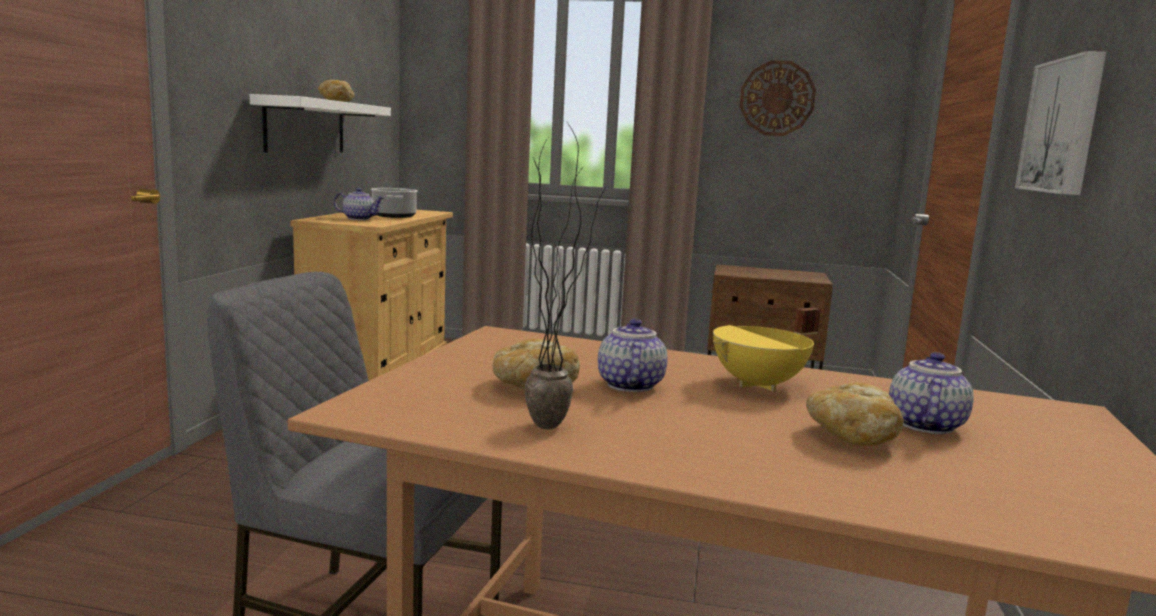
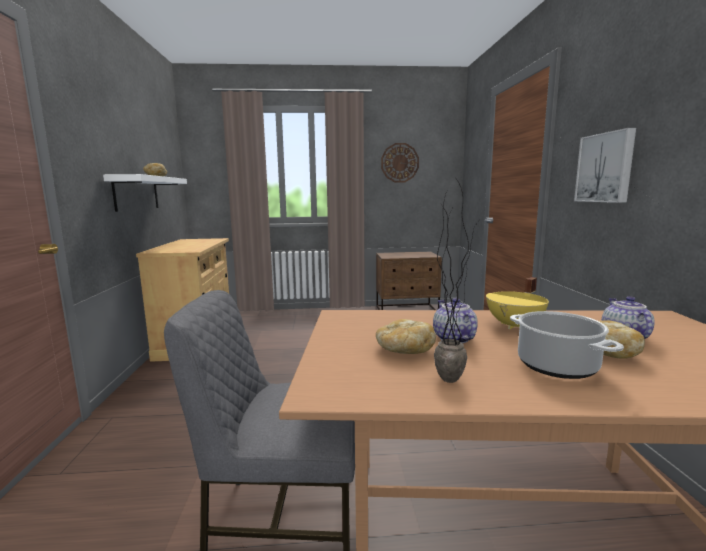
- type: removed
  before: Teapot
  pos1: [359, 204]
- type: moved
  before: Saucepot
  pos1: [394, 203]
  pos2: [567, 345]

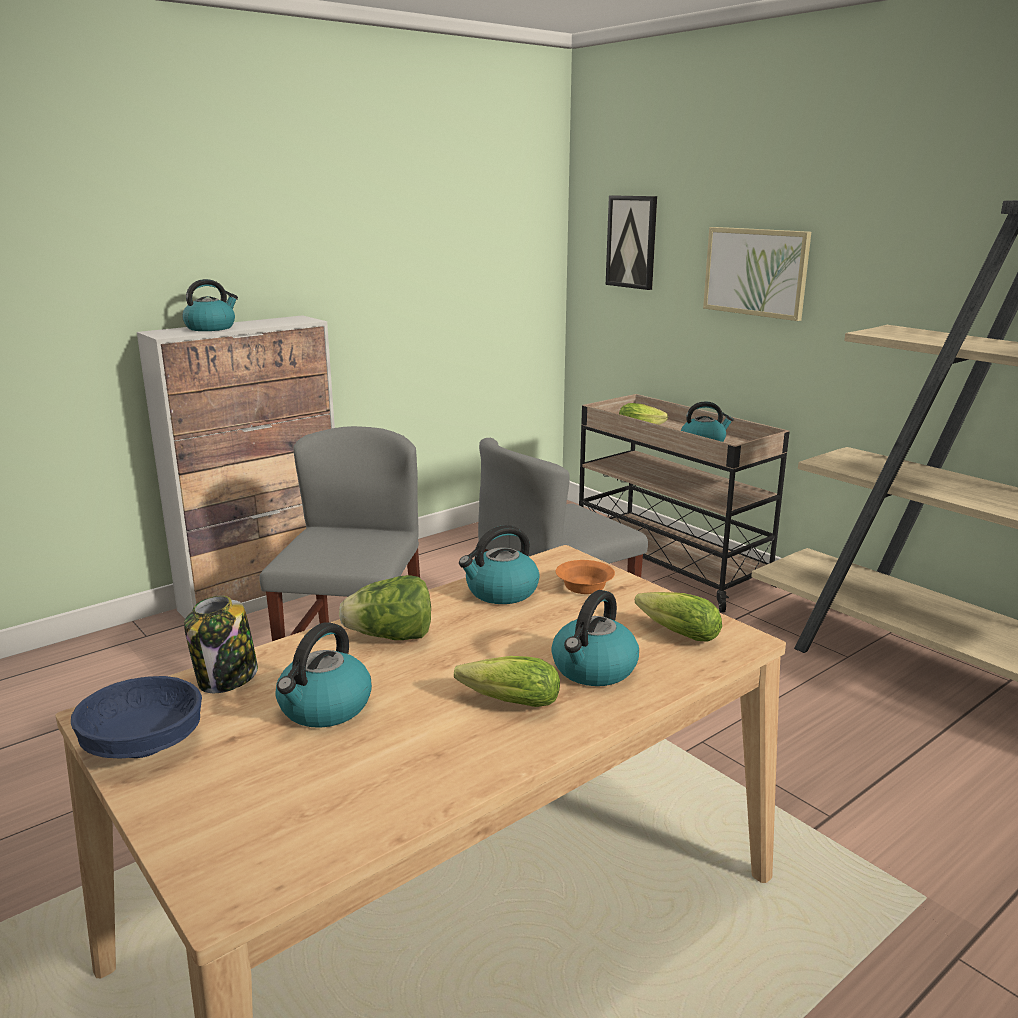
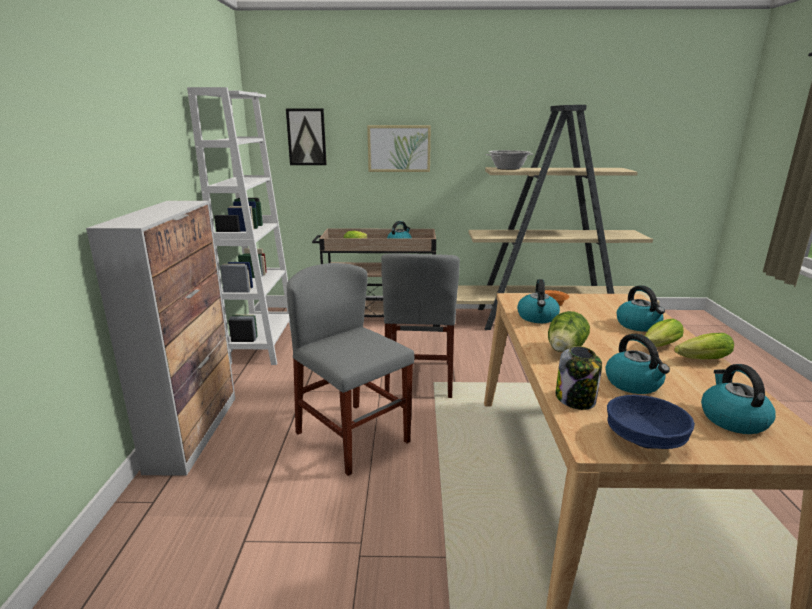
- type: moved
  before: WaterKettle
  pos1: [210, 305]
  pos2: [738, 399]
- type: moved
  before: HeadOfLettuce
  pos1: [678, 617]
  pos2: [704, 346]
- type: added
  after: WhiteColouredBookshelf
  pos2: [239, 226]
- type: added
  after: Saucepot
  pos2: [509, 160]

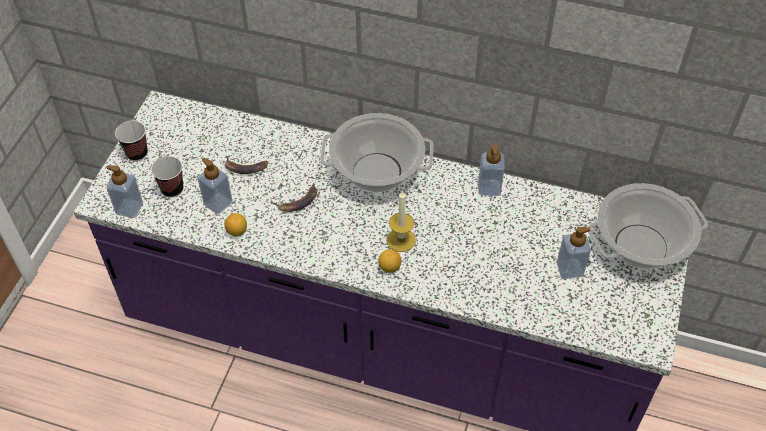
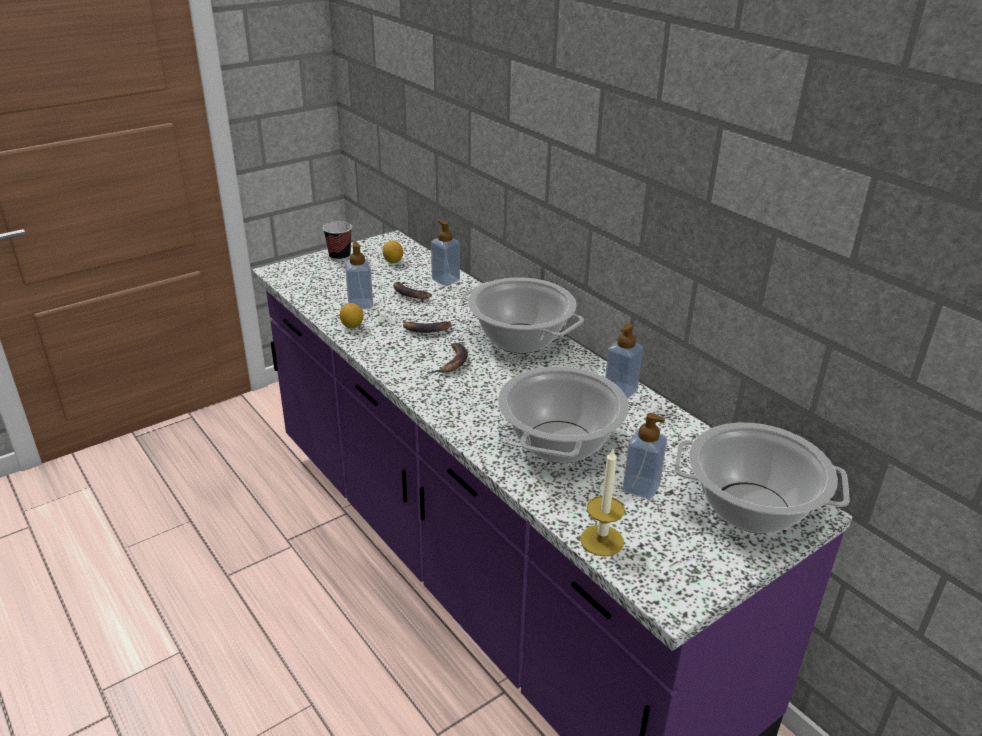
- type: moved
  before: SoapBottle
  pos1: [125, 191]
  pos2: [445, 253]
- type: removed
  before: DrinkingCup
  pos1: [167, 177]
- type: moved
  before: WholeLemon
  pos1: [390, 261]
  pos2: [393, 252]
- type: moved
  before: WaxCandle
  pos1: [401, 221]
  pos2: [603, 503]
- type: added
  after: WholeBanana
  pos2: [448, 358]
- type: added
  after: Saucepot
  pos2: [563, 414]

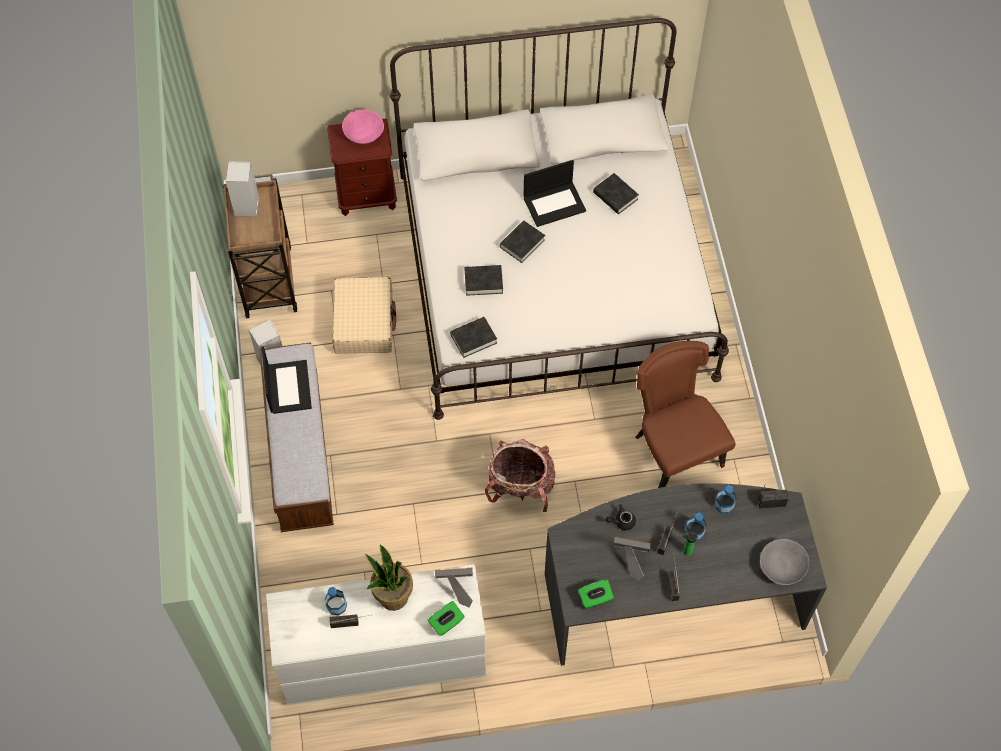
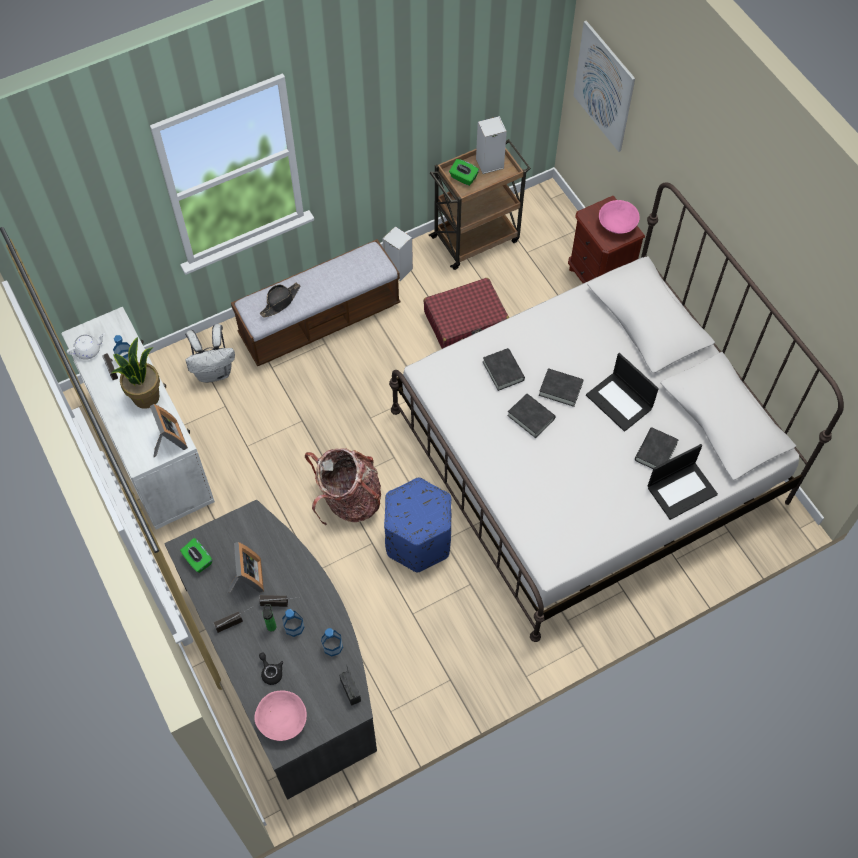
- type: moved
  before: PortableComputer
  pos1: [287, 380]
  pos2: [683, 482]
- type: recoloured
  before: SandColouredTravelCase
  after: RedColouredTravelCase
  pos1: [364, 315]
  pos2: [466, 313]
- type: moved
  before: GreenBoxOfTissues
  pos1: [446, 618]
  pos2: [464, 172]
- type: moved
  before: BlackishBoundBook
  pos1: [473, 337]
  pos2: [531, 416]
- type: moved
  before: BlackishTeapot
  pos1: [621, 517]
  pos2: [271, 668]
- type: removed
  before: BrownColouredPlainChair
  pos1: [685, 414]
- type: recoloured
  before: GreyishBowl
  after: PinkColouredBowl
  pos1: [784, 562]
  pos2: [280, 716]
- type: added
  after: WhiteColouredTeapot
  pos2: [85, 346]
- type: added
  after: WhiteColouredKnapsack
  pos2: [210, 353]
- type: added
  after: BlackishHat
  pos2: [280, 300]
- type: added
  after: BluishPouffe
  pos2: [417, 525]
- type: added
  after: Picture
  pos2: [604, 86]

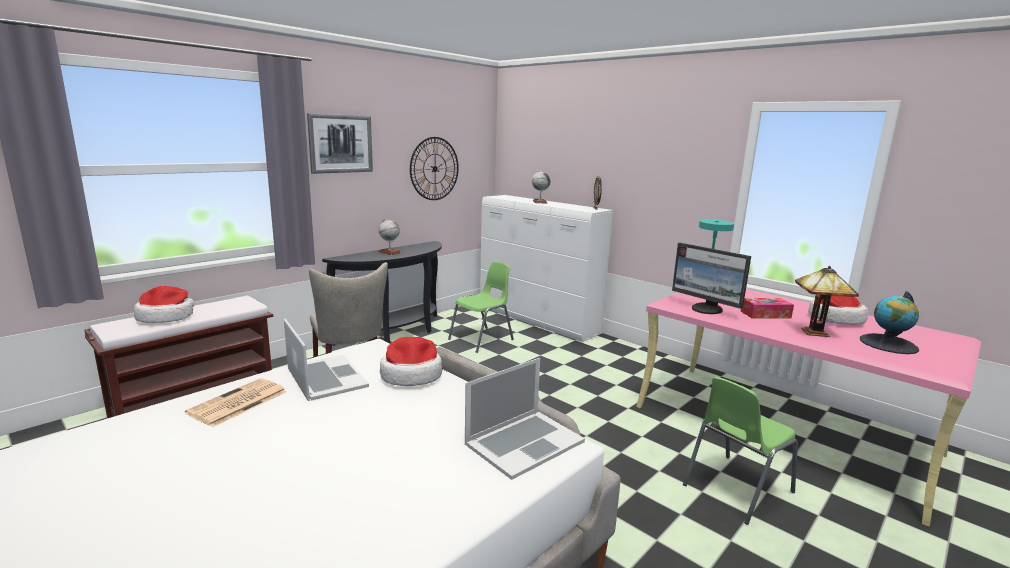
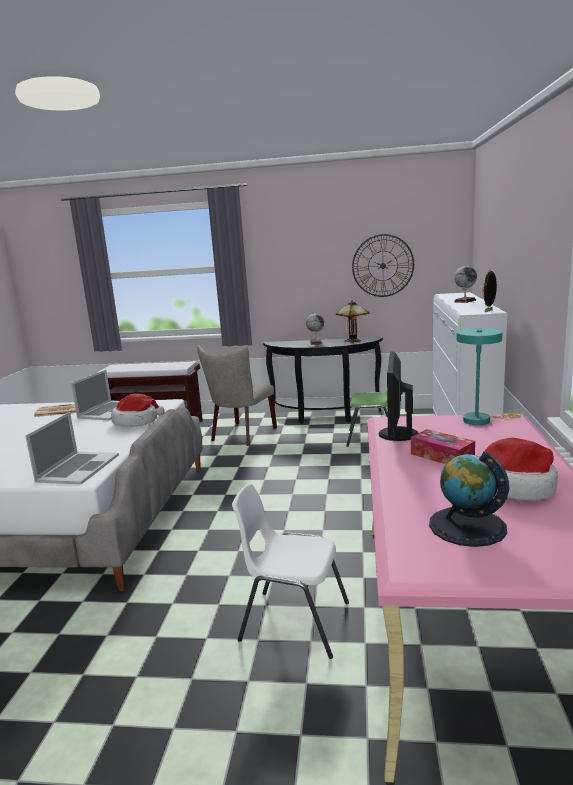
- type: removed
  before: Hat
  pos1: [164, 304]
- type: removed
  before: Picture
  pos1: [340, 143]
- type: turned
  before: PortableComputer
  pos1: [525, 419]
  pos2: [72, 448]
  turn: -90
- type: recoloured
  before: GreenPlainChair
  after: WhiteColouredPlainChair
  pos1: [740, 451]
  pos2: [290, 571]
- type: moved
  before: TabletopLamp
  pos1: [827, 301]
  pos2: [353, 321]

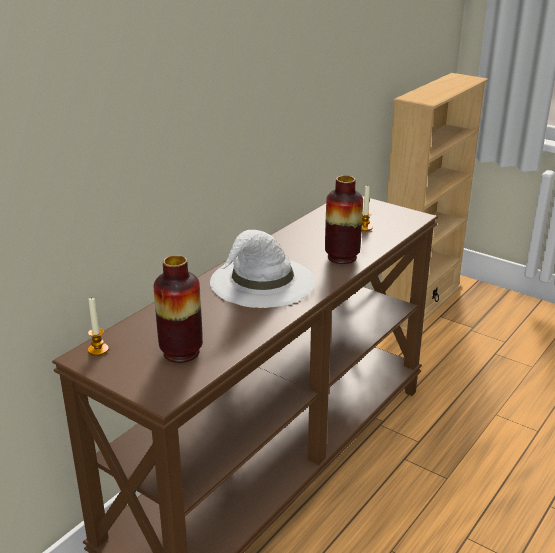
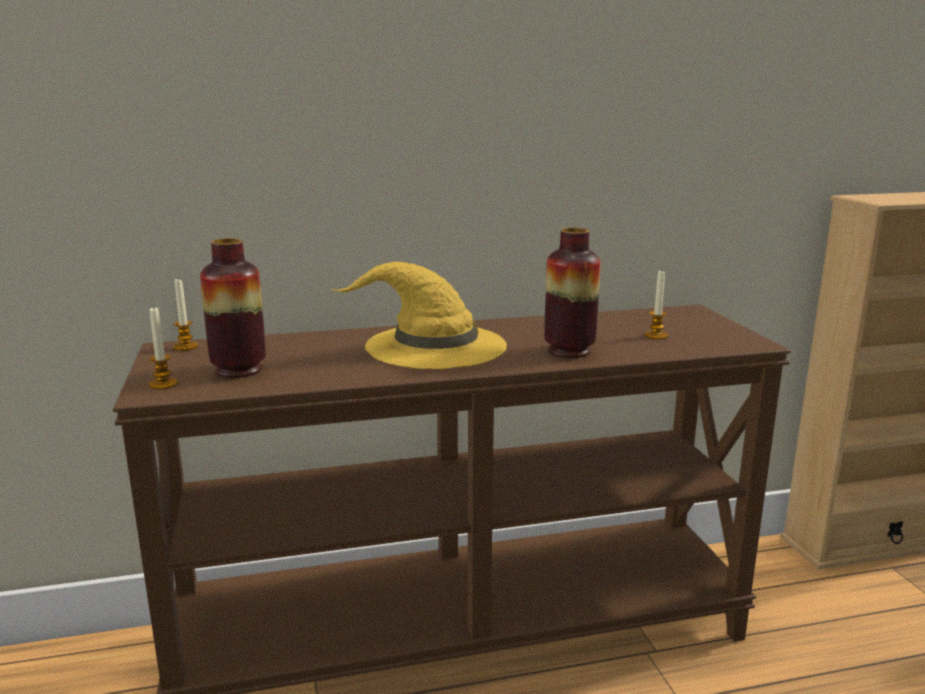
- type: recoloured
  before: WhiteColouredHat
  after: YellowishHat
  pos1: [262, 269]
  pos2: [419, 315]
- type: added
  after: WaxCandle
  pos2: [163, 348]

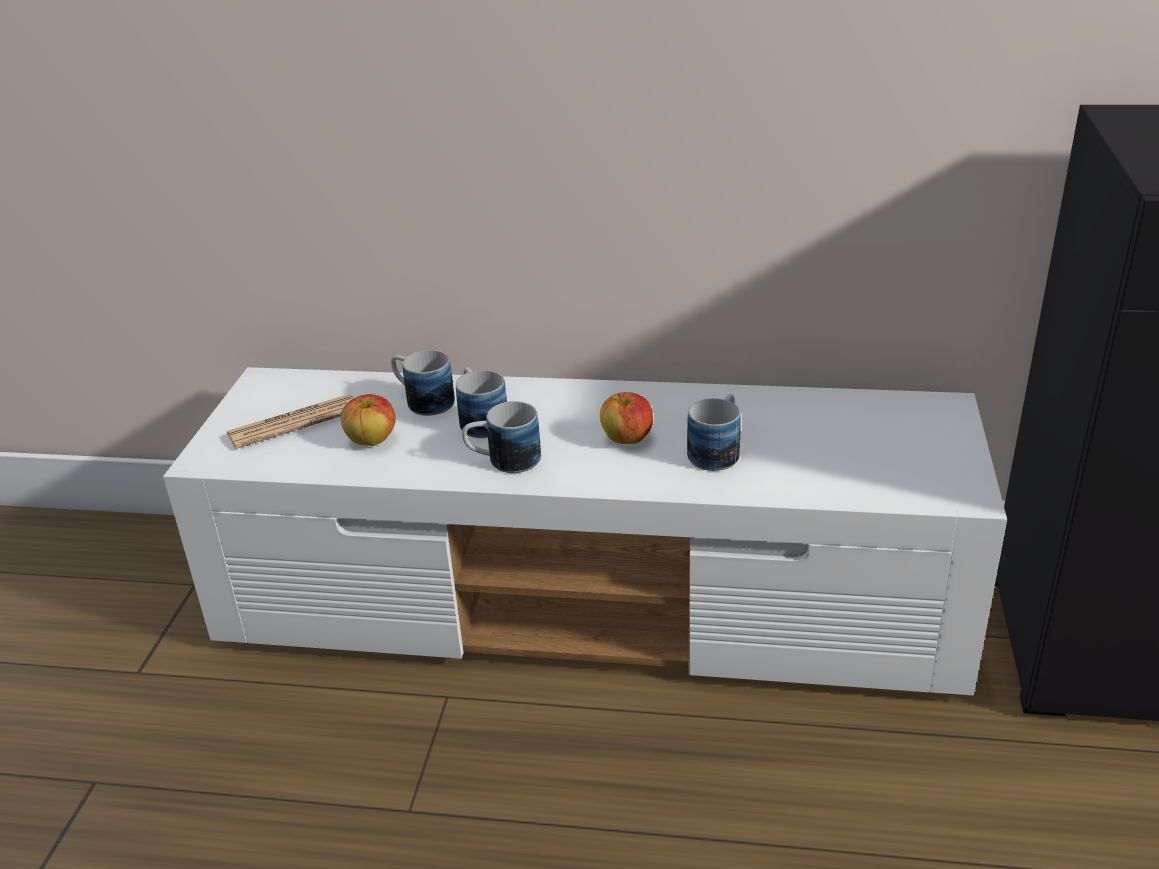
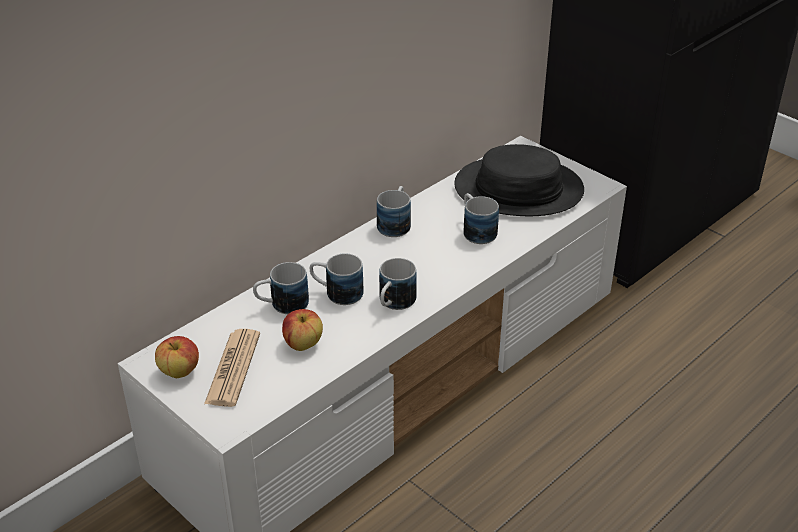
- type: moved
  before: AppleFruit
  pos1: [626, 418]
  pos2: [177, 357]
- type: added
  after: CoffeeMug
  pos2: [394, 211]
- type: added
  after: BlackishHat
  pos2: [519, 180]

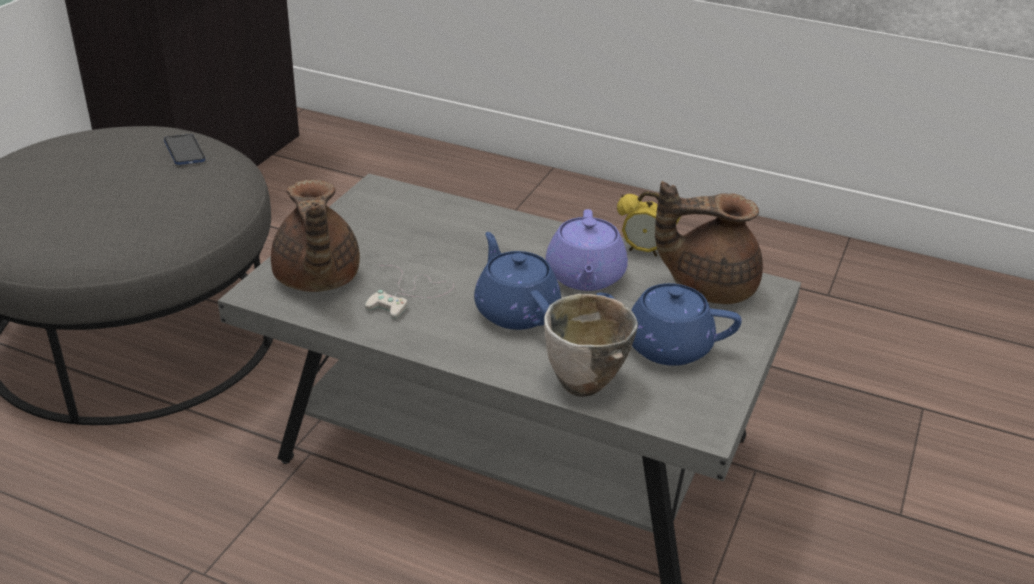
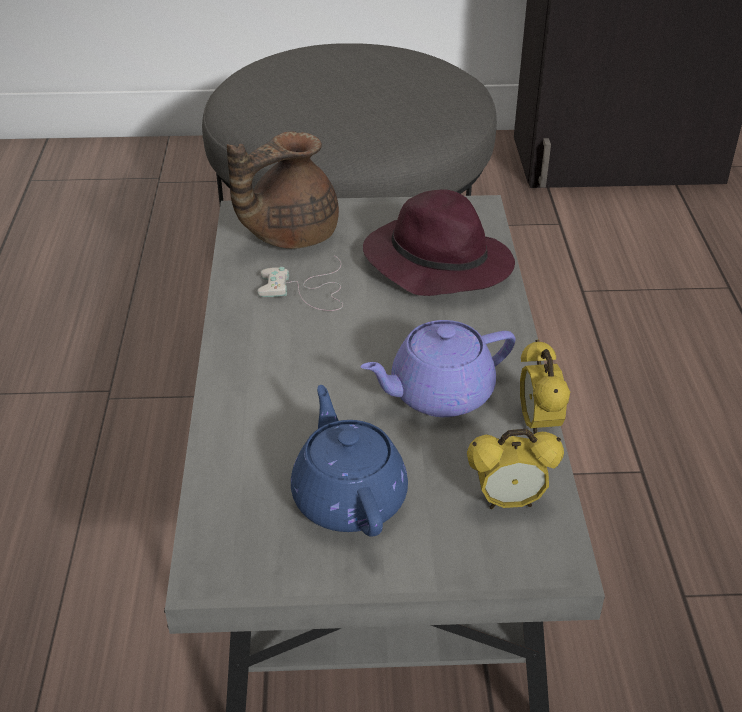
- type: removed
  before: Handset
  pos1: [184, 149]
- type: removed
  before: BluishTeapot
  pos1: [517, 281]
- type: removed
  before: Bowl
  pos1: [591, 345]
- type: replaced
  before: BrownColouredTeapot
  after: AlarmClock
  pos1: [709, 242]
  pos2: [515, 469]
- type: added
  after: PurplishHat
  pos2: [439, 242]

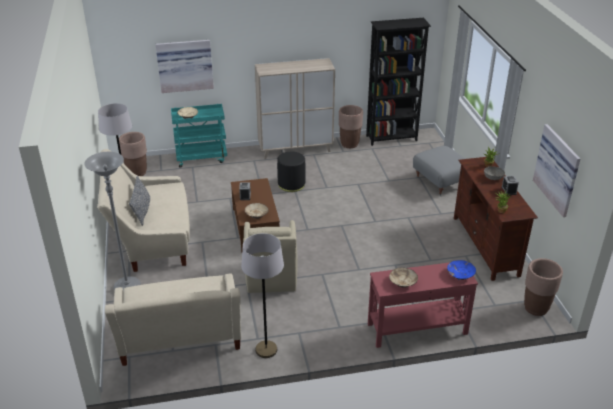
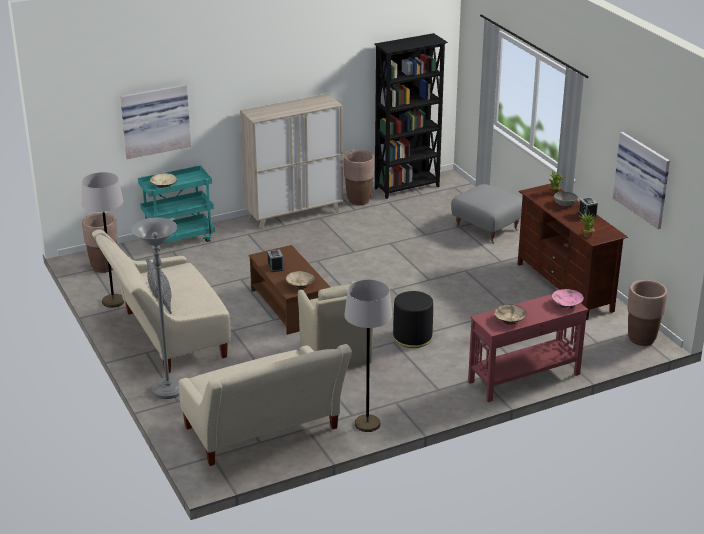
- type: moved
  before: BlackishPouffe
  pos1: [291, 172]
  pos2: [413, 319]
- type: recoloured
  before: BluishBowl
  after: PinkColouredBowl
  pos1: [461, 270]
  pos2: [568, 299]

